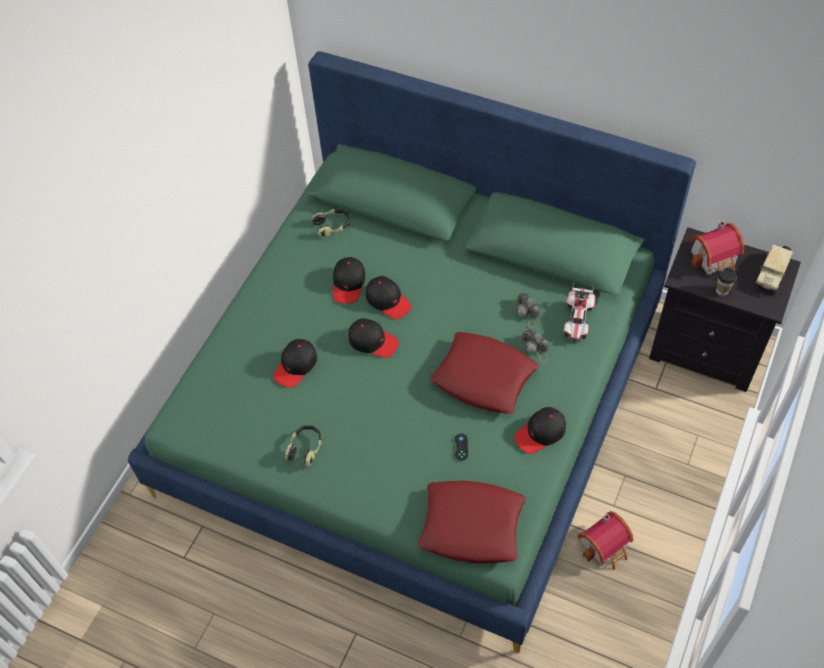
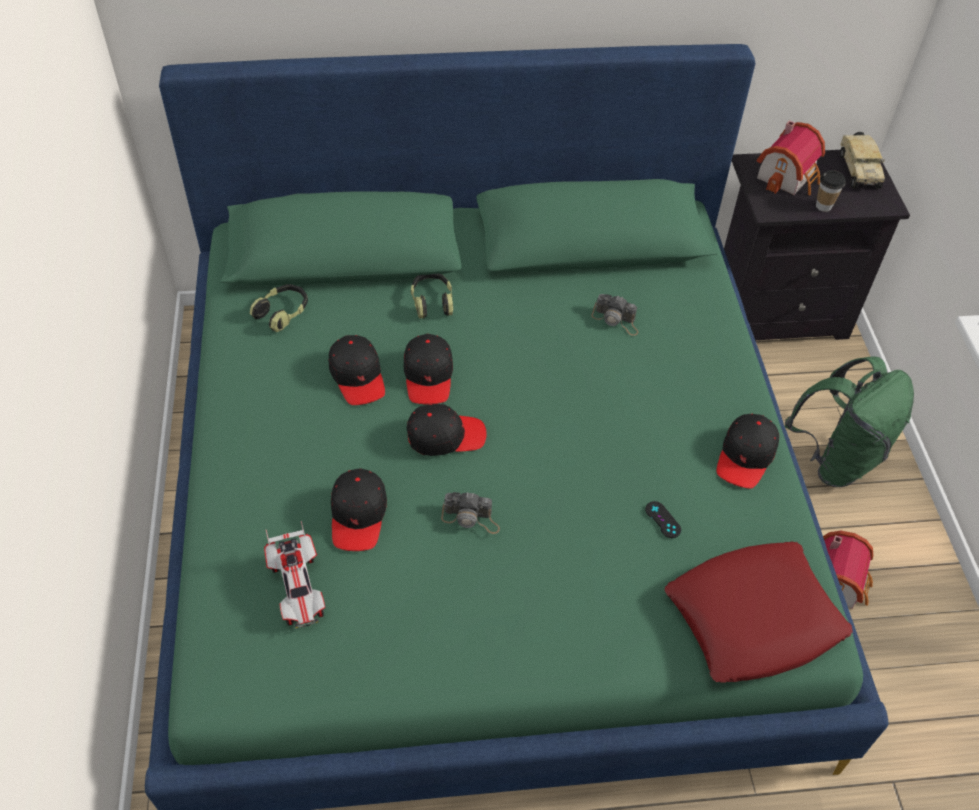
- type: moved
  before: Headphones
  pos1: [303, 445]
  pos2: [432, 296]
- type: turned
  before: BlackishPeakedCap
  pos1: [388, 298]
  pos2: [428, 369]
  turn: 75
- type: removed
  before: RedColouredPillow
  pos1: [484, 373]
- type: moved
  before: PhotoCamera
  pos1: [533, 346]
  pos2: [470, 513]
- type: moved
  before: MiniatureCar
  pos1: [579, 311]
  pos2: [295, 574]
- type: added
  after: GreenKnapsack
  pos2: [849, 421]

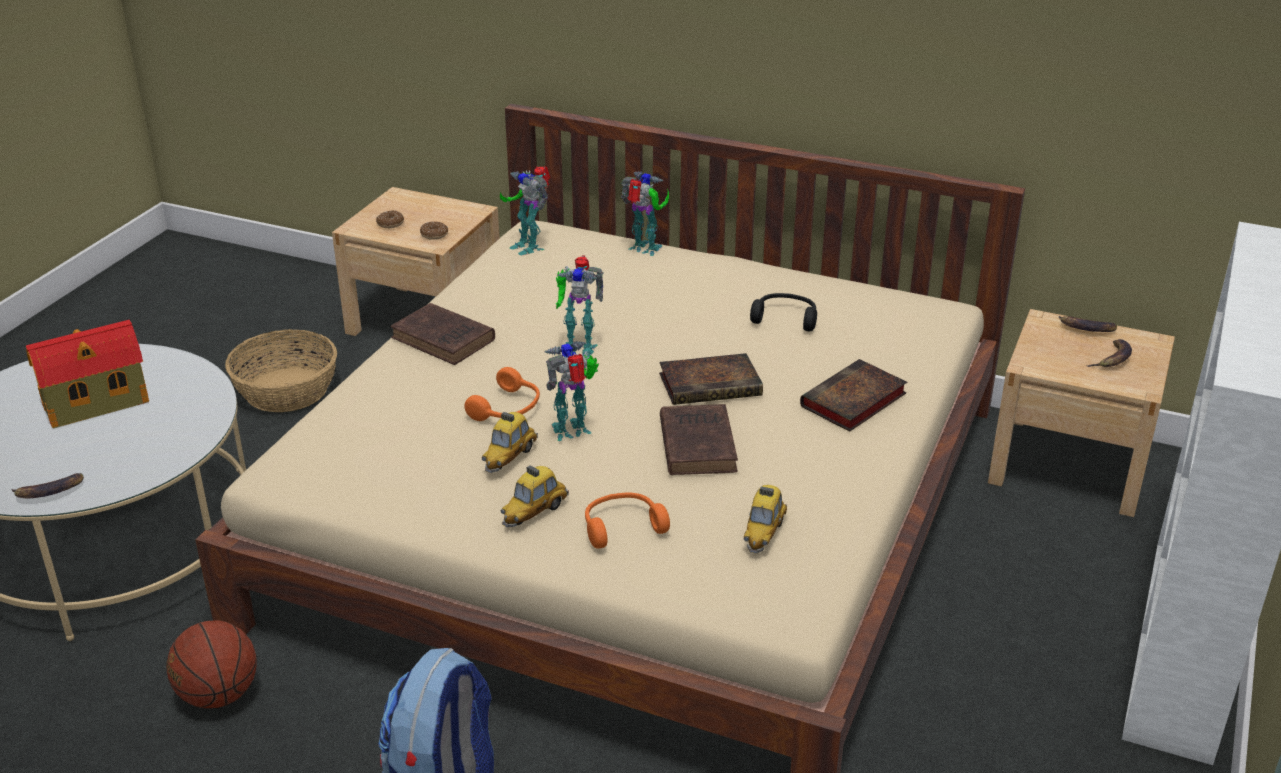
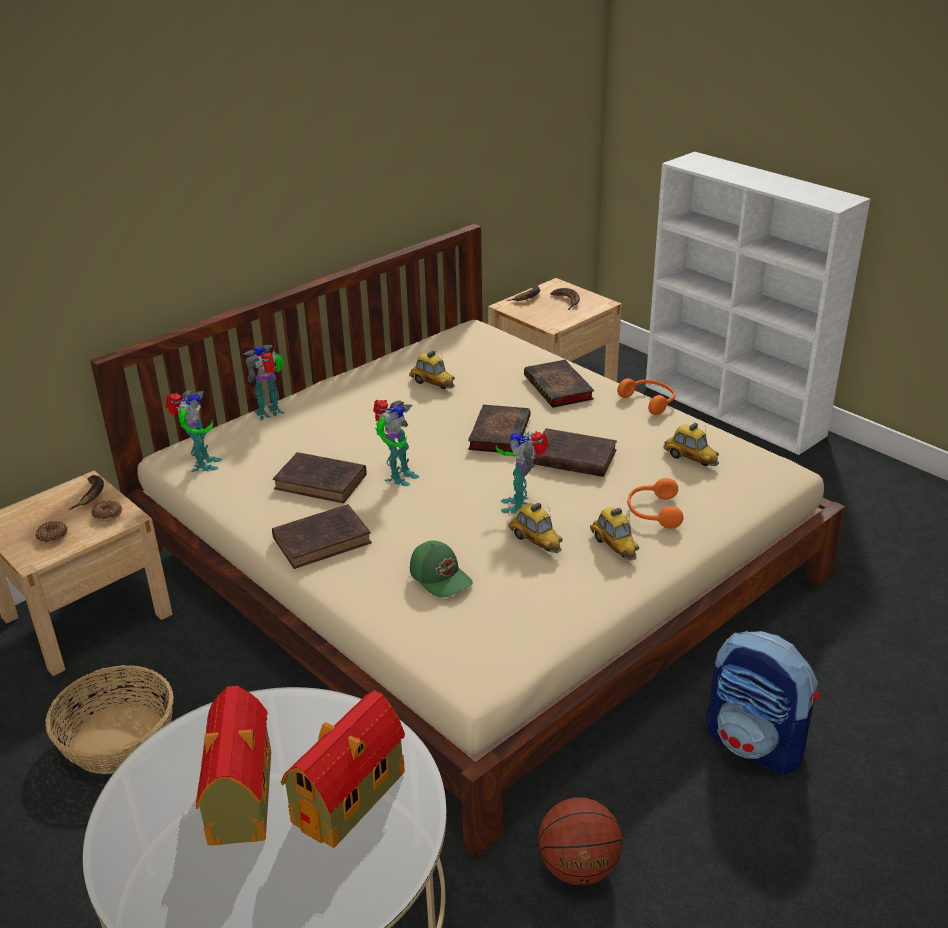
- type: moved
  before: WholeBanana
  pos1: [48, 485]
  pos2: [86, 492]
- type: moved
  before: OrangeColouredHeadphones
  pos1: [502, 394]
  pos2: [646, 396]
- type: turned
  before: RobotFigure
  pos1: [525, 210]
  pos2: [194, 431]
  turn: -75
- type: replaced
  before: BlackishHeadphones
  after: MiniatureCar
  pos1: [783, 312]
  pos2: [432, 370]
- type: added
  after: BrownColouredBoundBook
  pos2: [320, 477]
- type: added
  after: MiniatureHouse
  pos2: [343, 769]
- type: added
  after: GreenPeakedCap
  pos2: [441, 569]

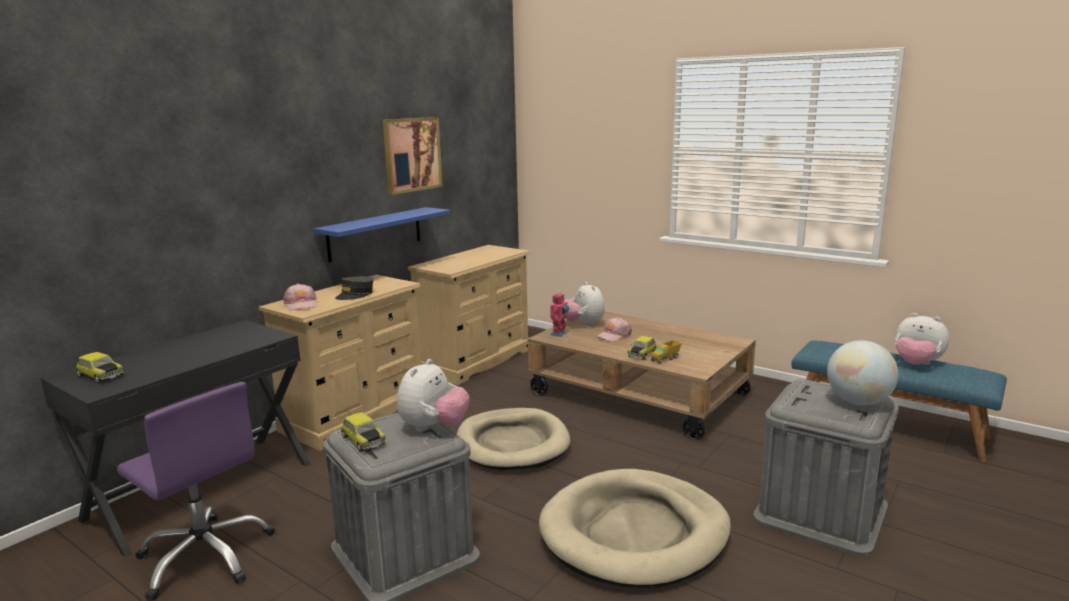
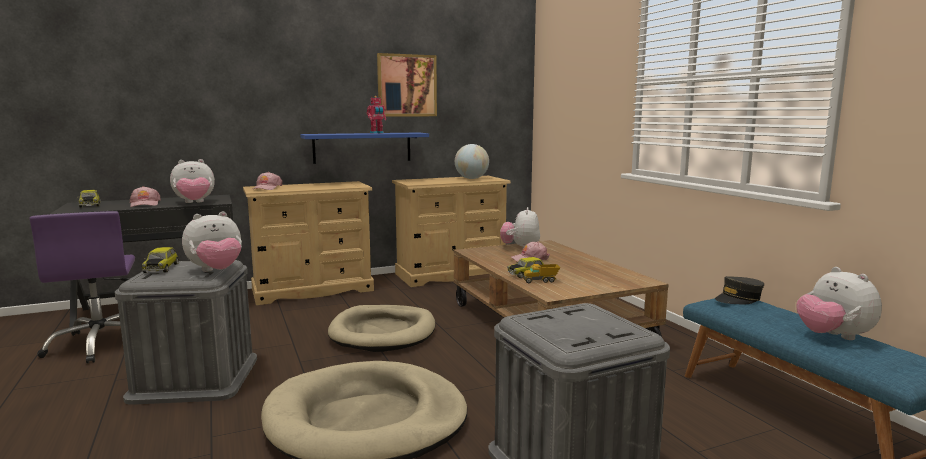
- type: moved
  before: GreyishPeakedCap
  pos1: [354, 288]
  pos2: [739, 290]
- type: moved
  before: RobotFigure
  pos1: [559, 314]
  pos2: [376, 115]
- type: moved
  before: DeskGlobe
  pos1: [862, 373]
  pos2: [472, 161]
- type: added
  after: PinkColouredPeakedCap
  pos2: [145, 196]
- type: added
  after: PlushToy
  pos2: [192, 181]

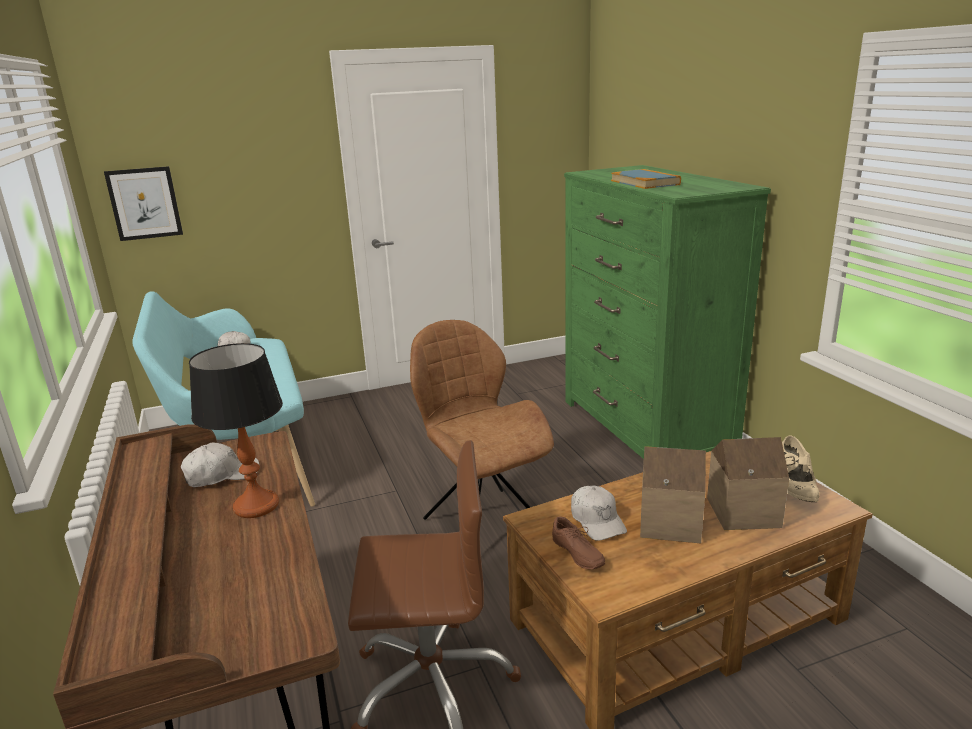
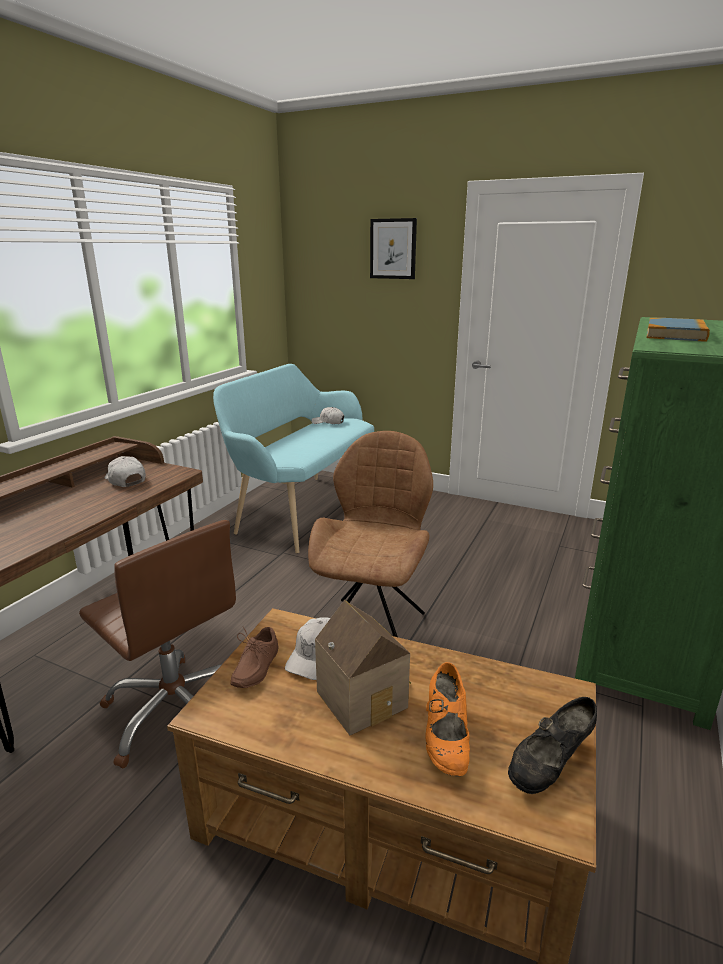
- type: moved
  before: Picture
  pos1: [143, 203]
  pos2: [393, 248]
- type: turned
  before: WhiteColouredPeakedCap
  pos1: [220, 464]
  pos2: [125, 471]
  turn: -150
- type: removed
  before: TabletopLamp
  pos1: [236, 430]
- type: replaced
  before: MiniatureHouse
  after: OrangeColouredItemOfFootwear
  pos1: [748, 483]
  pos2: [447, 719]
- type: recoloured
  before: SandColouredItemOfFootwear
  after: BlackishItemOfFootwear
  pos1: [801, 468]
  pos2: [552, 745]

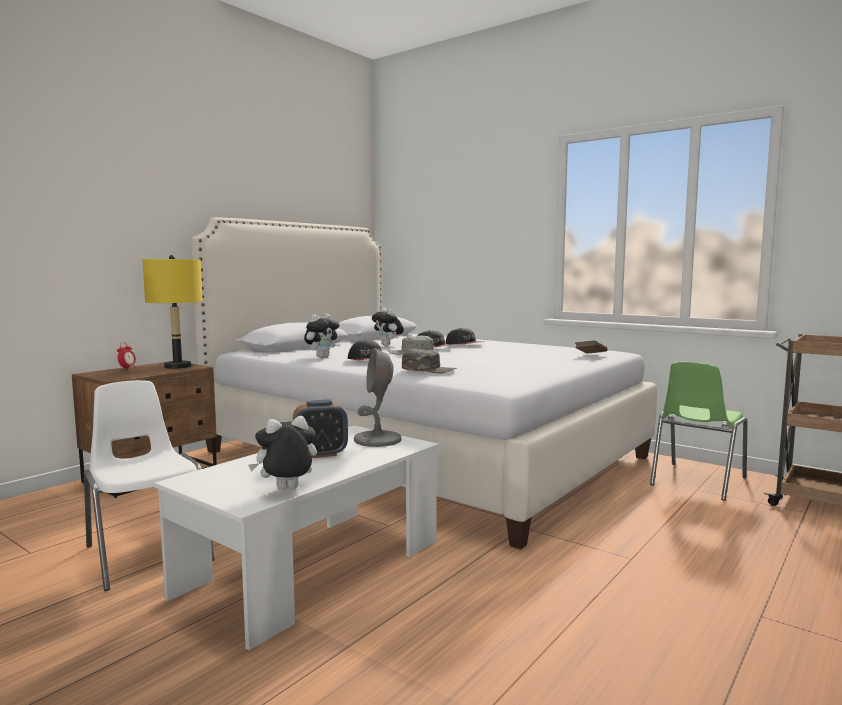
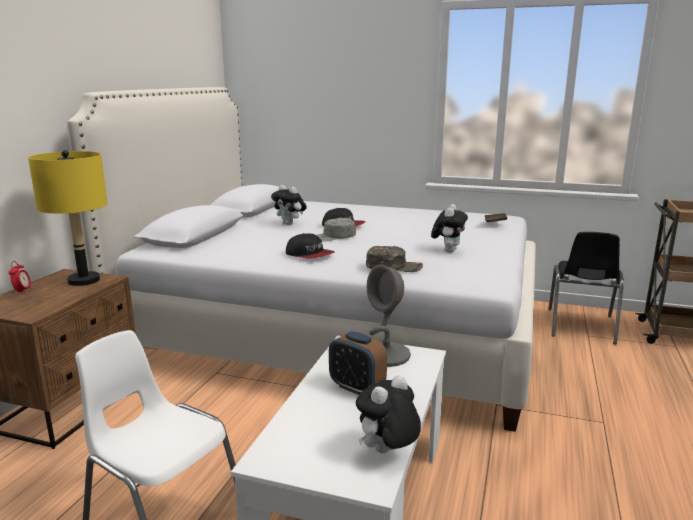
- type: turned
  before: AlarmClock
  pos1: [320, 429]
  pos2: [358, 363]
  turn: 75
- type: moved
  before: PlushToy
  pos1: [322, 336]
  pos2: [449, 228]
- type: removed
  before: PeakedCap
  pos1: [466, 336]
- type: recoloured
  before: GreenPlainChair
  after: BlackishPlainChair
  pos1: [698, 431]
  pos2: [586, 288]

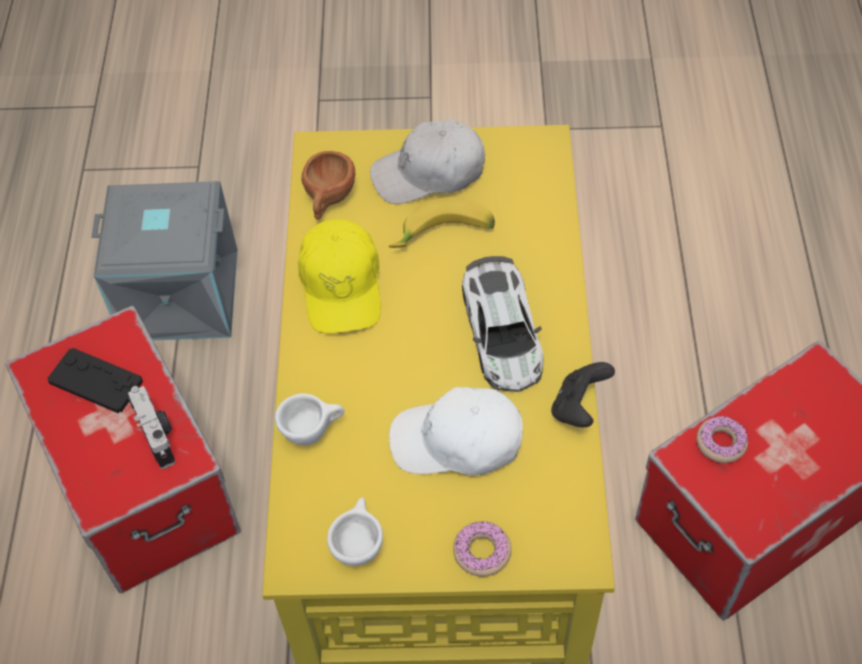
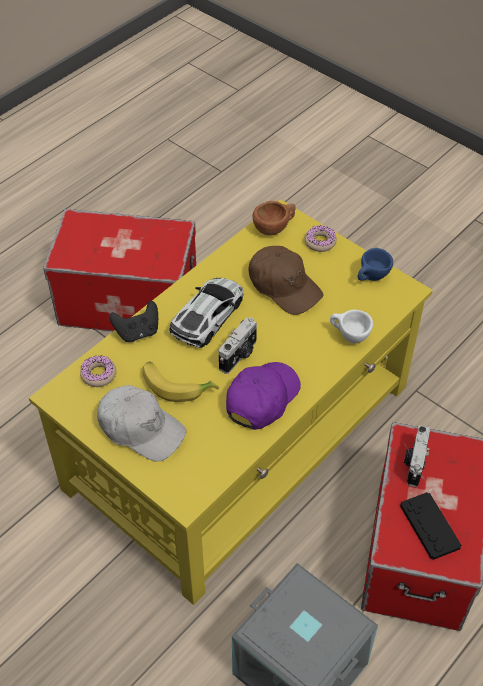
- type: recoloured
  before: YellowishPeakedCap
  after: PurplishPeakedCap
  pos1: [339, 276]
  pos2: [263, 396]
- type: moved
  before: BrownColouredDrinkingCup
  pos1: [328, 185]
  pos2: [274, 218]
- type: recoloured
  before: WhiteColouredDrinkingCup
  after: BluishDrinkingCup
  pos1: [355, 531]
  pos2: [375, 264]
- type: recoloured
  before: WhiteColouredPeakedCap
  after: BrownColouredPeakedCap
  pos1: [456, 431]
  pos2: [285, 280]
- type: moved
  before: BlackishGameController
  pos1: [583, 394]
  pos2: [133, 321]
- type: moved
  before: Doughnut
  pos1: [722, 439]
  pos2: [98, 371]
- type: added
  after: PhotoCamera
  pos2: [238, 345]

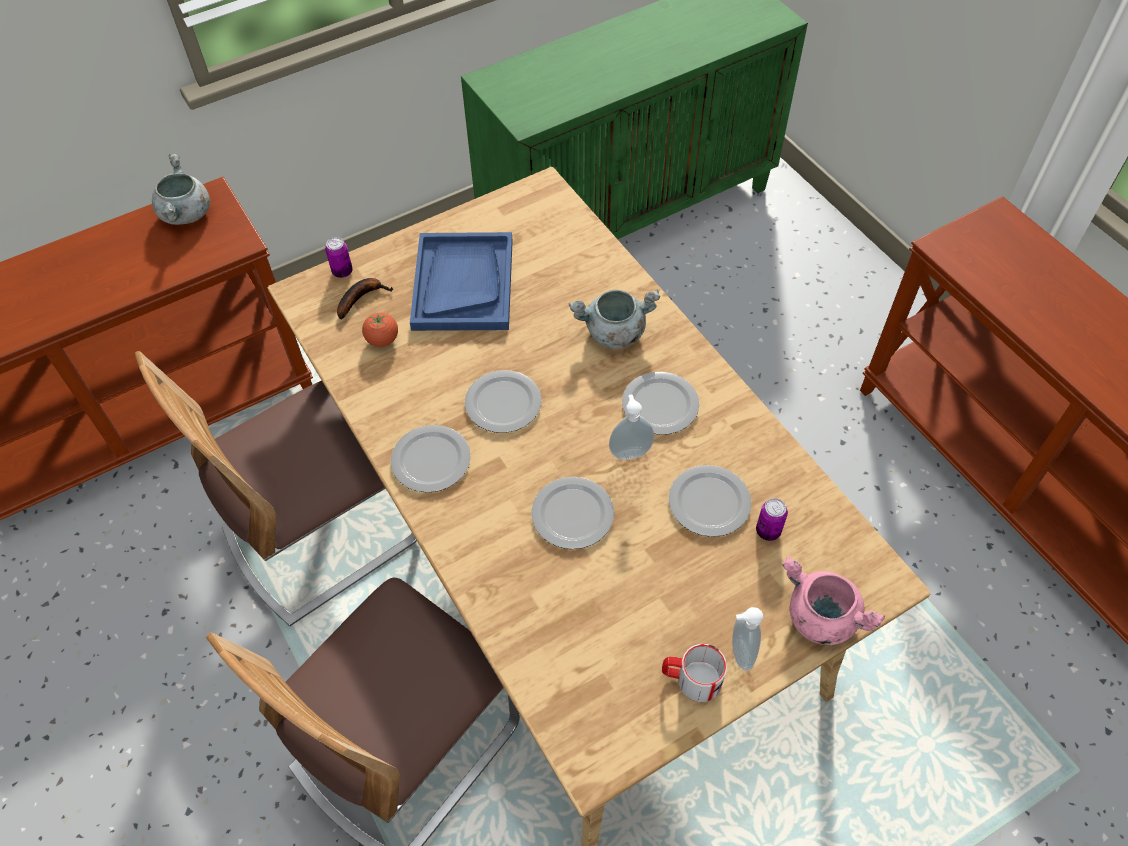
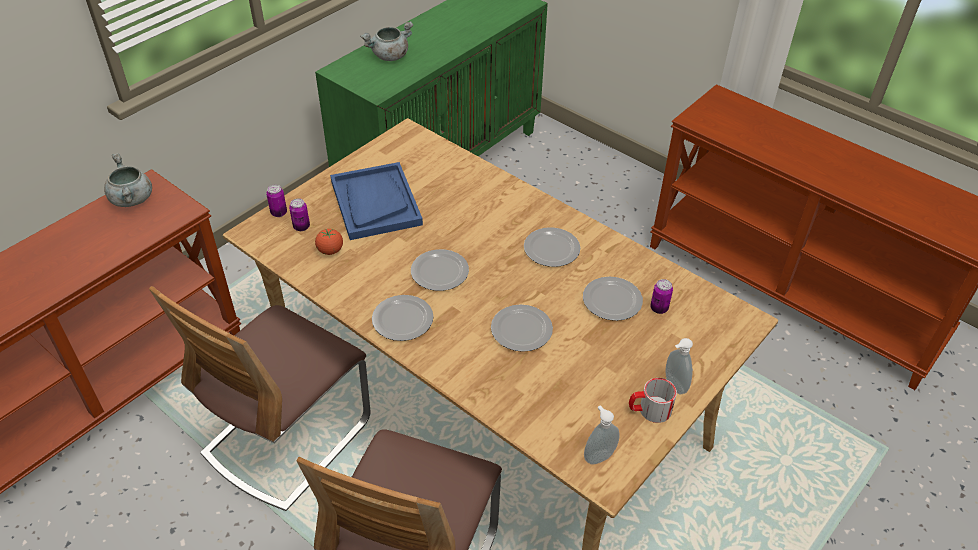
- type: replaced
  before: WholeBanana
  after: SealedCan
  pos1: [365, 298]
  pos2: [299, 214]
- type: moved
  before: GreyishSaucepot
  pos1: [614, 319]
  pos2: [386, 41]
- type: moved
  before: SoapBottle
  pos1: [631, 427]
  pos2: [602, 435]
- type: removed
  before: PinkColouredSaucepot
  pos1: [834, 600]

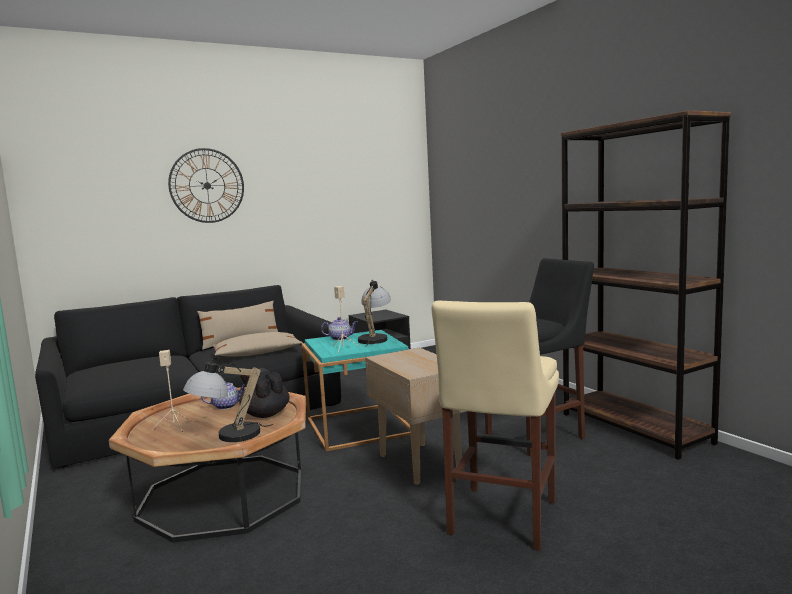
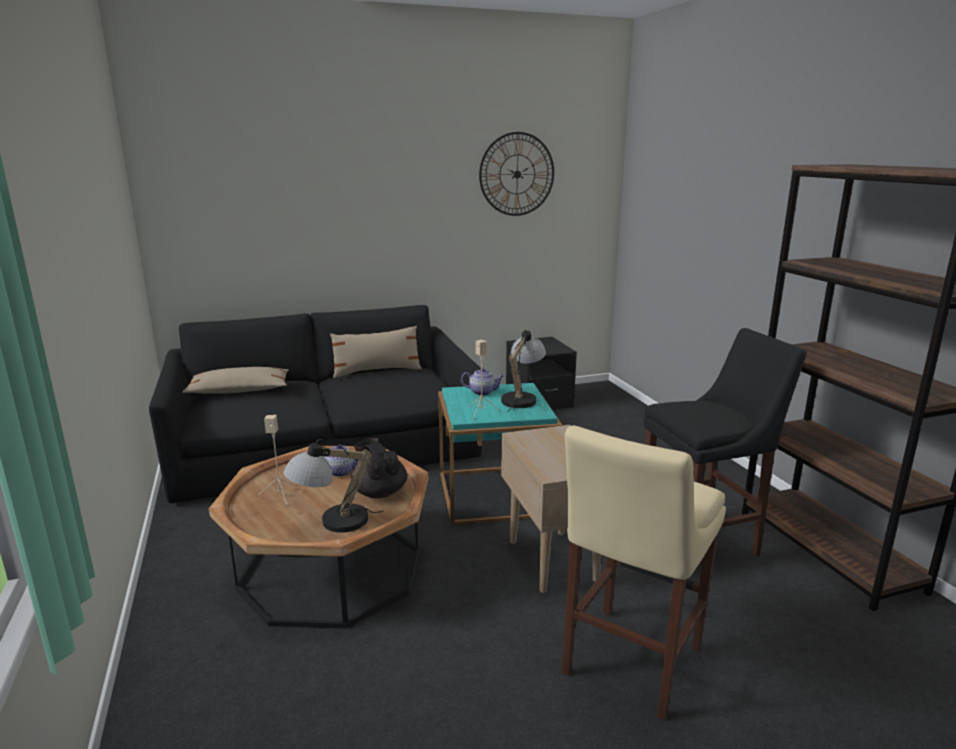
- type: moved
  before: HangingClock
  pos1: [206, 185]
  pos2: [516, 174]
- type: moved
  before: SandColouredPillow
  pos1: [257, 344]
  pos2: [235, 380]

